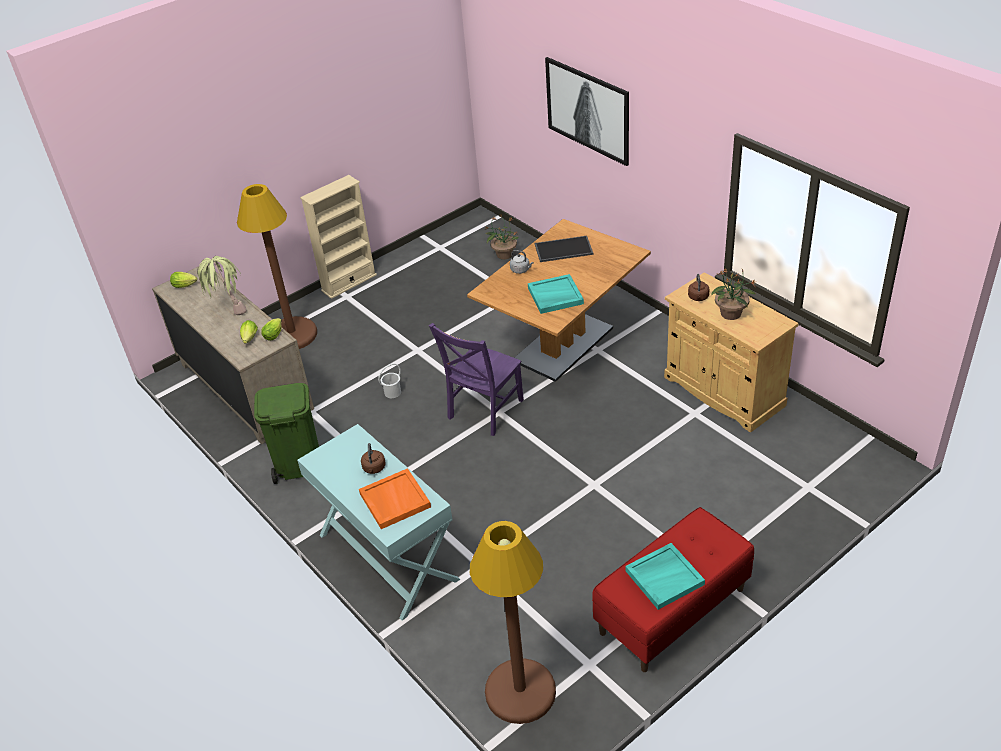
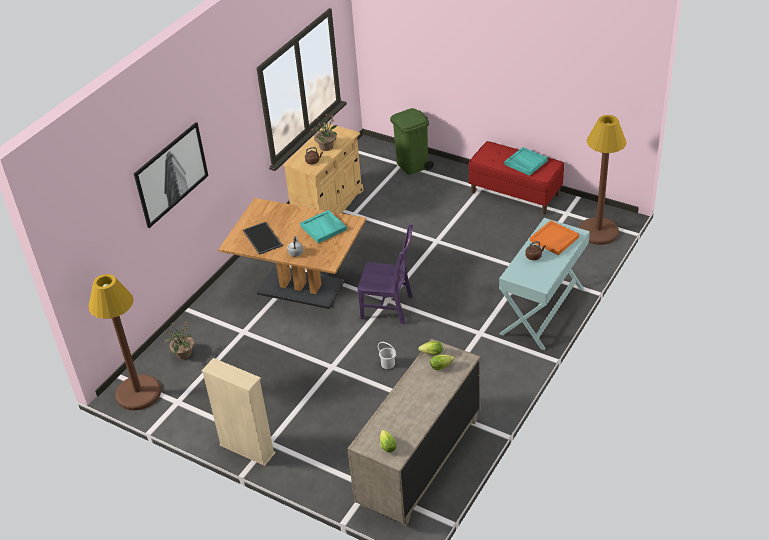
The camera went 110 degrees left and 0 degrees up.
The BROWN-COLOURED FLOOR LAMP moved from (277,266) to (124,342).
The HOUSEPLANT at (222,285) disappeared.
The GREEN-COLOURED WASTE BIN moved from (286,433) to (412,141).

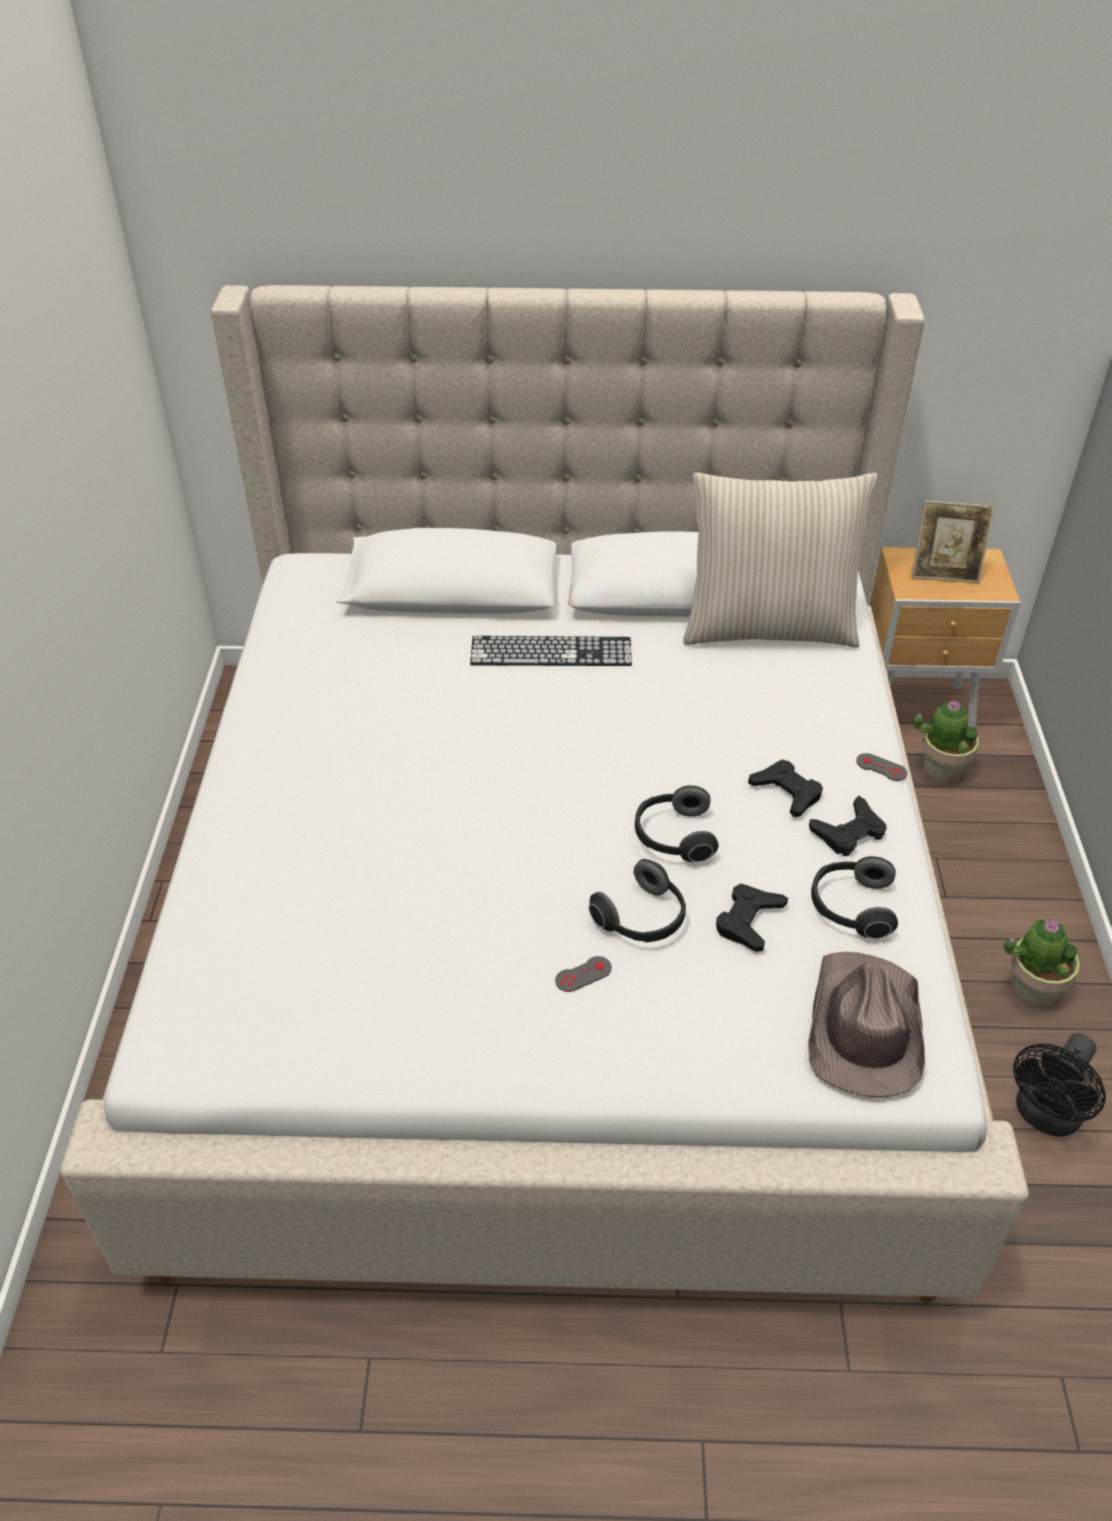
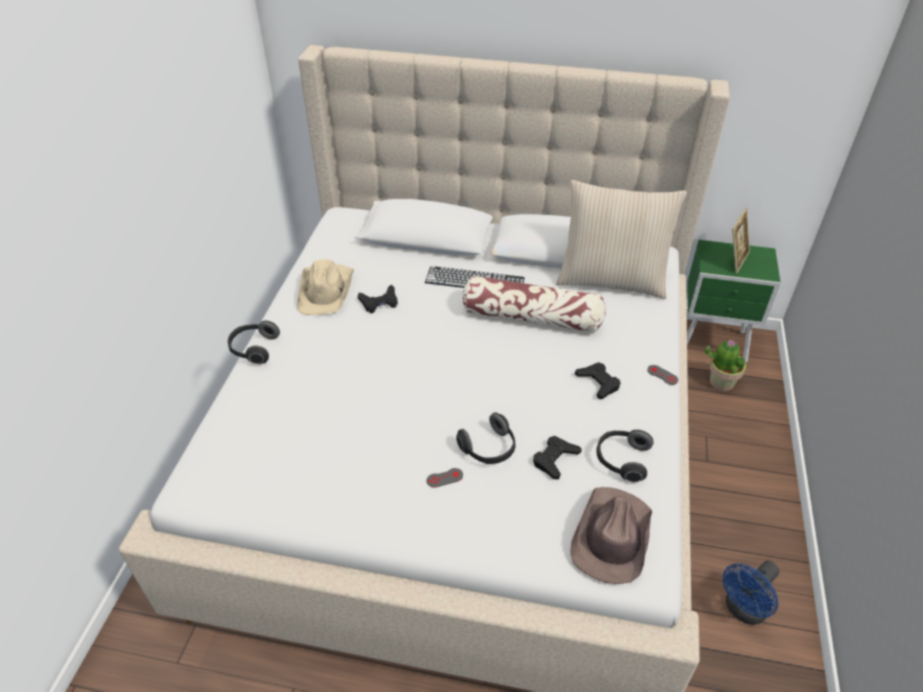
The camera went 10 degrees right and 0 degrees up.
The PHOTO FRAME at (953,541) turned 75 degrees counterclockwise.
The BROWN-COLOURED NIGHTSTAND at (945,637) became the GREEN-COLOURED NIGHTSTAND at (733,301).
The PAIR OF HEADPHONES moved from (677,824) to (254,342).
The BLACK GAME CONTROLLER moved from (848,826) to (378,299).
The HOUSEPLANT at (1042,963) disappeared.
The BLACK FAN at (1059,1085) became the BLUE FAN at (751,592).
The BEIGE HAT at (325,287) appeared.
The THROW PILLOW at (533,304) appeared.

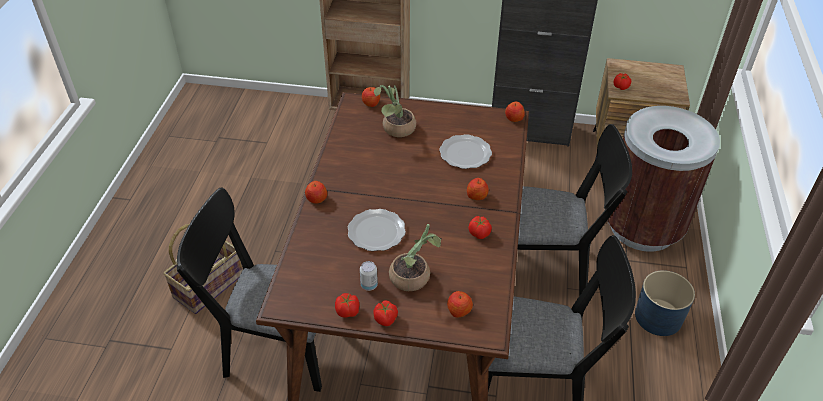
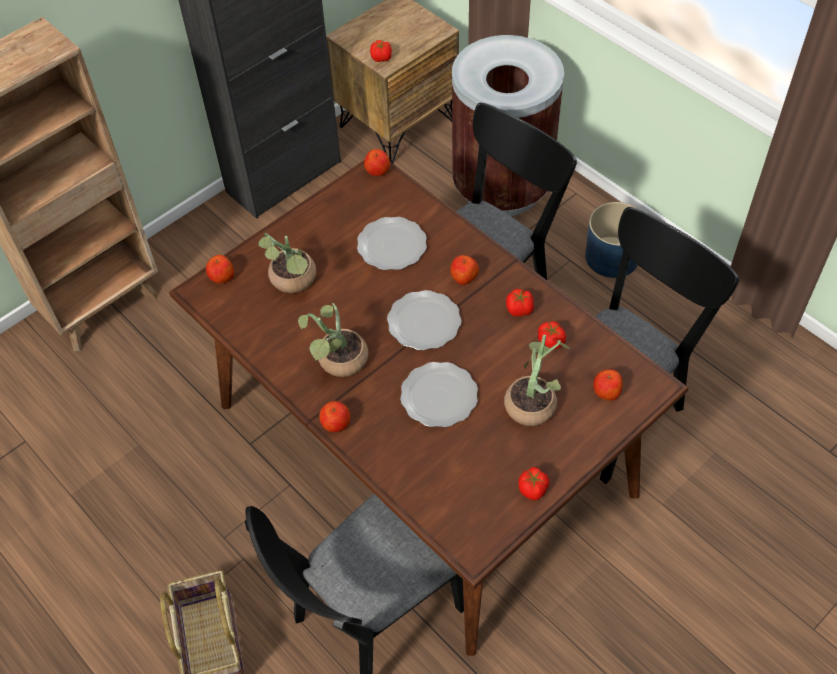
The camera went 50 degrees left and 10 degrees up.
The METAL CAN at (369,276) disappeared.
The FRESH TOMATO moved from (386,313) to (552,335).
The PLATE at (424,320) appeared.
The HOUSEPLANT at (333,340) appeared.

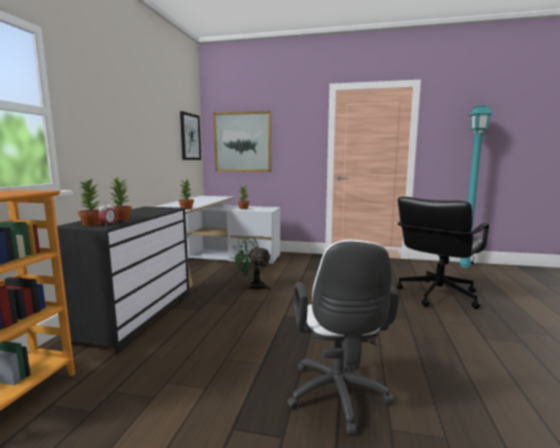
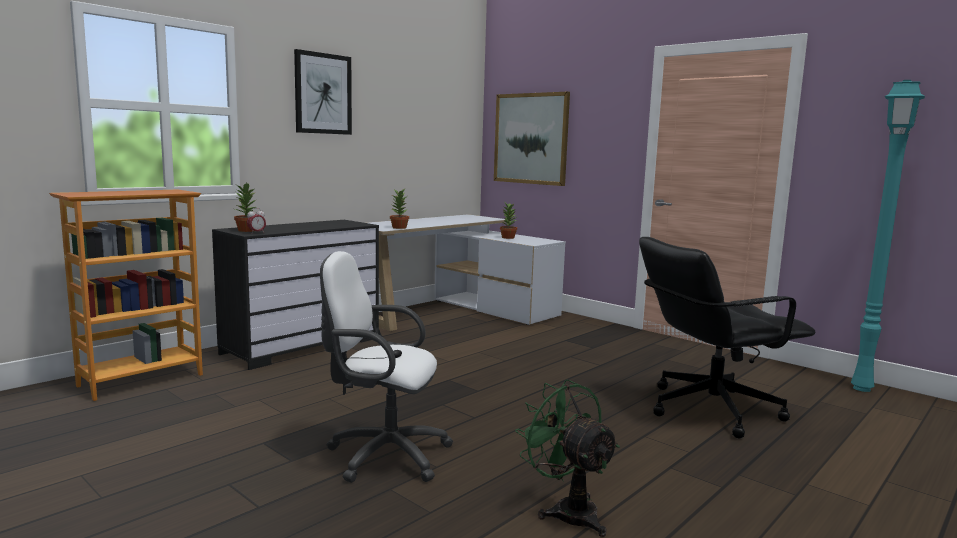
The camera went 30 degrees right and 0 degrees up.
The WALL ART moved from (190,135) to (323,92).
The HOUSEPLANT at (121,198) disappeared.
The GREEN-COLOURED FAN moved from (251,263) to (567,458).
The WHITE OFFICE CHAIR at (343,337) turned 75 degrees clockwise.

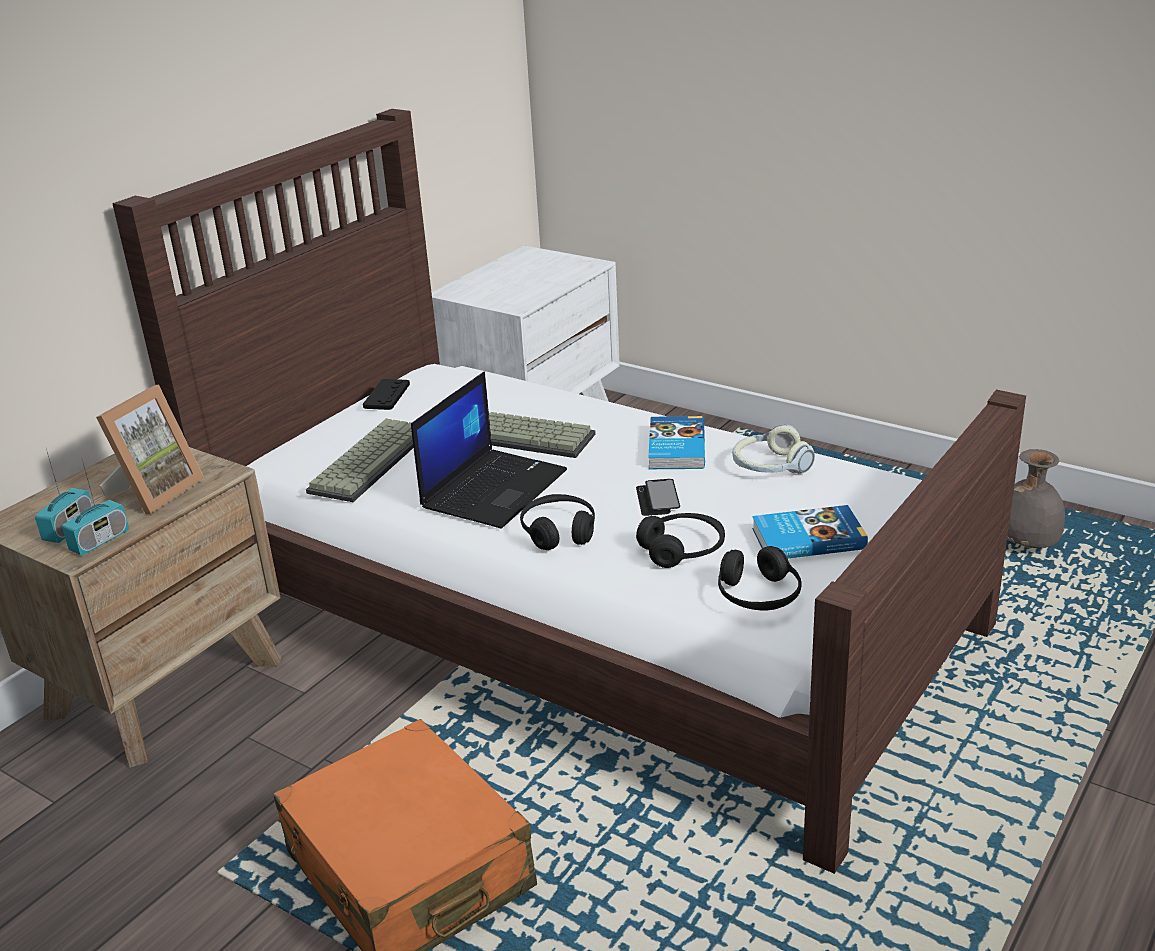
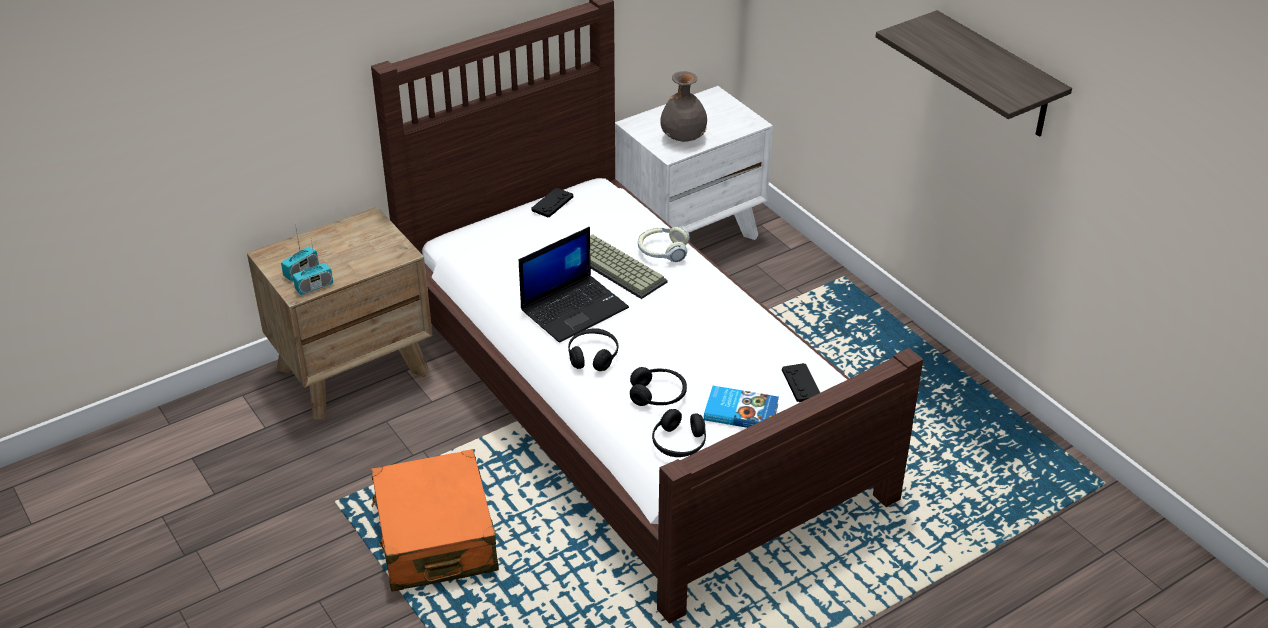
The camera went 20 degrees right and 10 degrees up.
The PHOTO FRAME at (150,449) disappeared.
The BOOK at (676,442) disappeared.
The COMPUTER KEYBOARD at (359,460) disappeared.
The PAIR OF HEADPHONES moved from (773,449) to (664,244).
The GREY DECORATIVE VASE moved from (1036,498) to (684,106).
The TELEPHONE at (658,497) disappeared.
The BRACKET SHELF at (974,73) appeared.
The BLACK GAME CONTROLLER at (801,382) appeared.

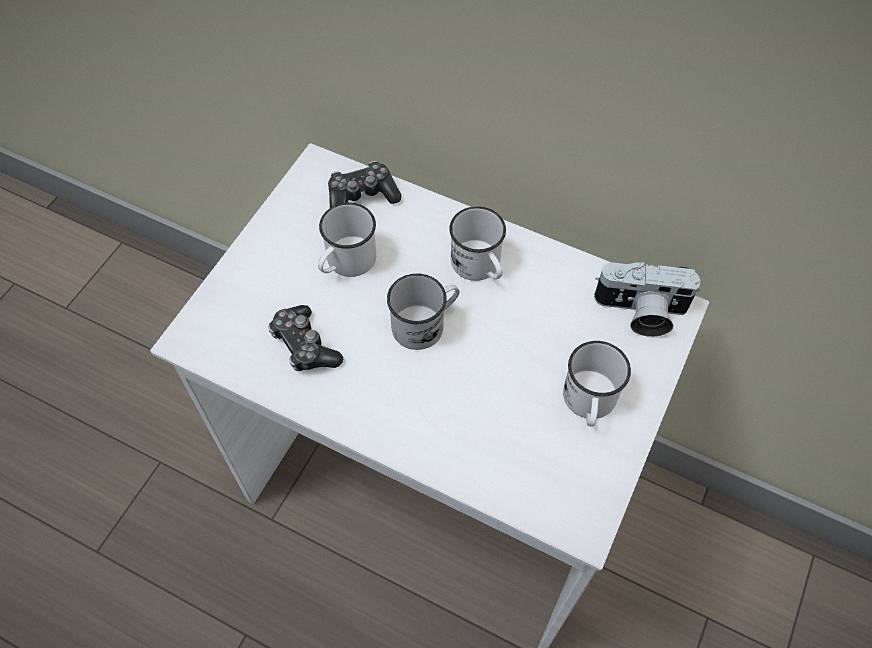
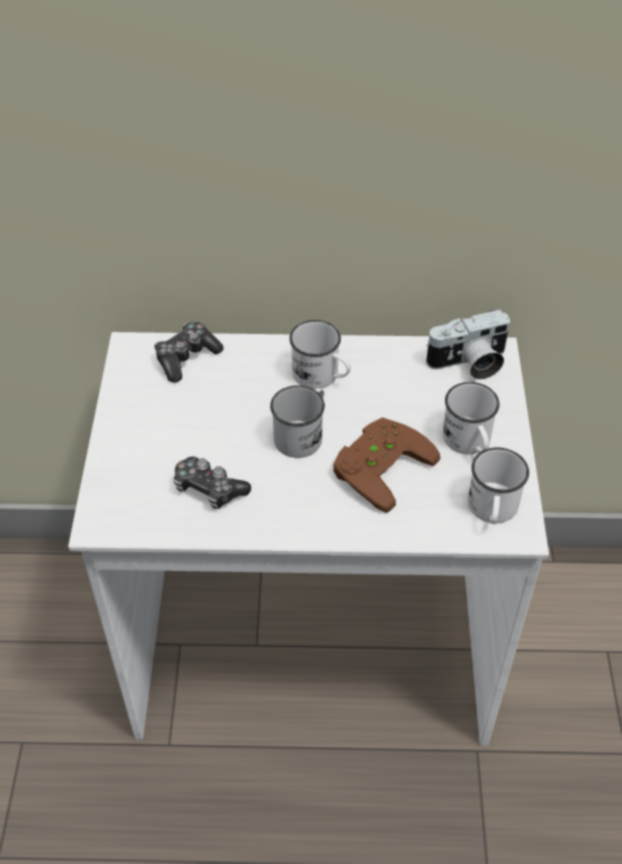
The camera went 25 degrees left and 10 degrees down.
The WHITE COFFEE MUG moved from (347,240) to (498,485).
The BROWN-COLOURED GAME CONTROLLER at (386,465) appeared.

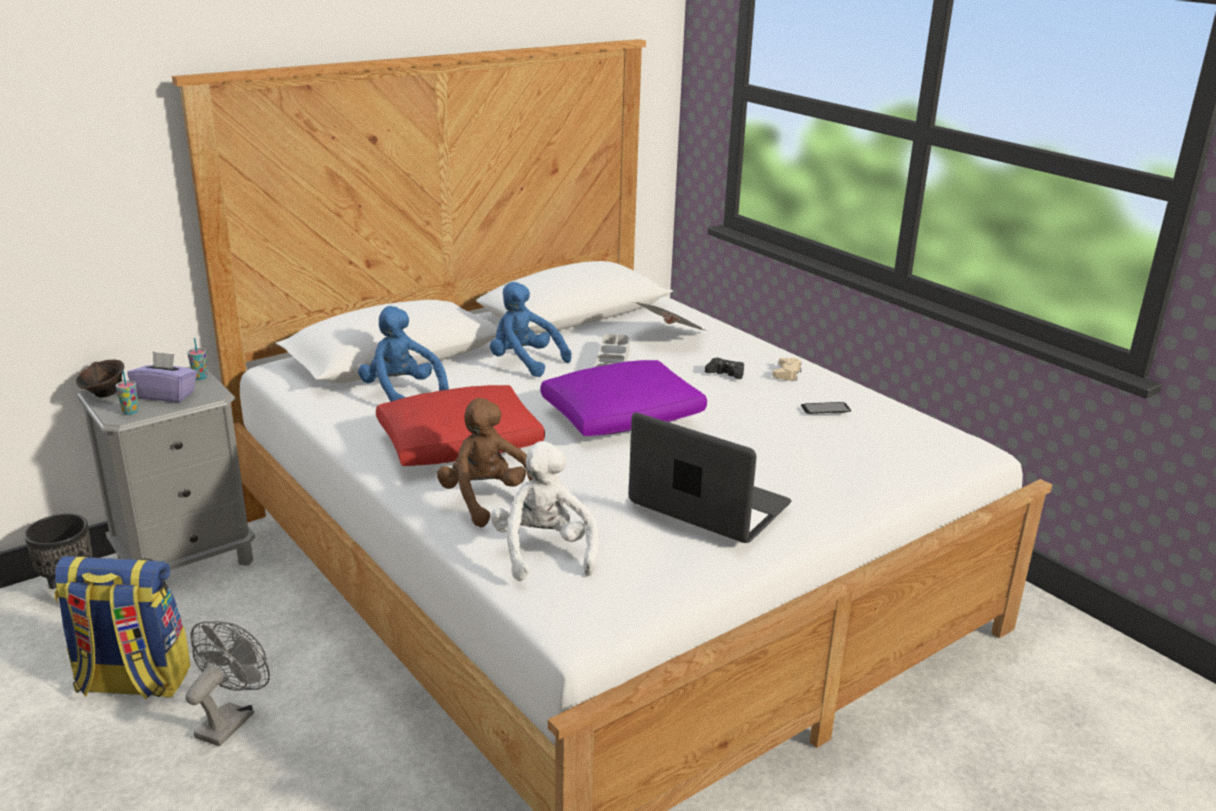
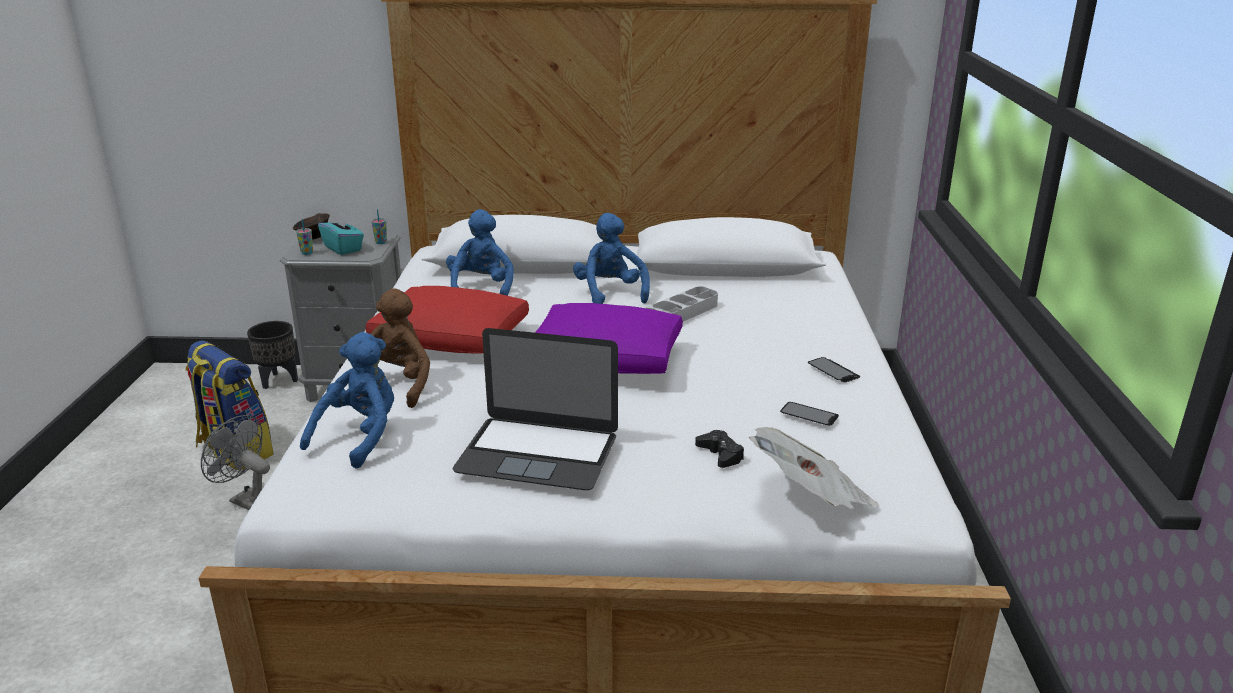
The camera went 40 degrees right and 0 degrees up.
The PRINTED PAPER moved from (669,316) to (813,468).
The PURPLISH TISSUE BOX at (162,376) became the TURQUOISE-COLOURED TISSUE BOX at (341,233).
The BLACK GAME CONTROLLER moved from (724,368) to (719,449).
The BEIGE GAME CONTROLLER at (787,369) was replaced by the TELEPHONE at (834,369).
The PORTABLE COMPUTER at (710,478) turned 120 degrees clockwise.
The WHITE CUDDLY TOY at (545,511) became the BLUE CUDDLY TOY at (347,400).
The GREY FAN at (227,683) turned 120 degrees counterclockwise.

